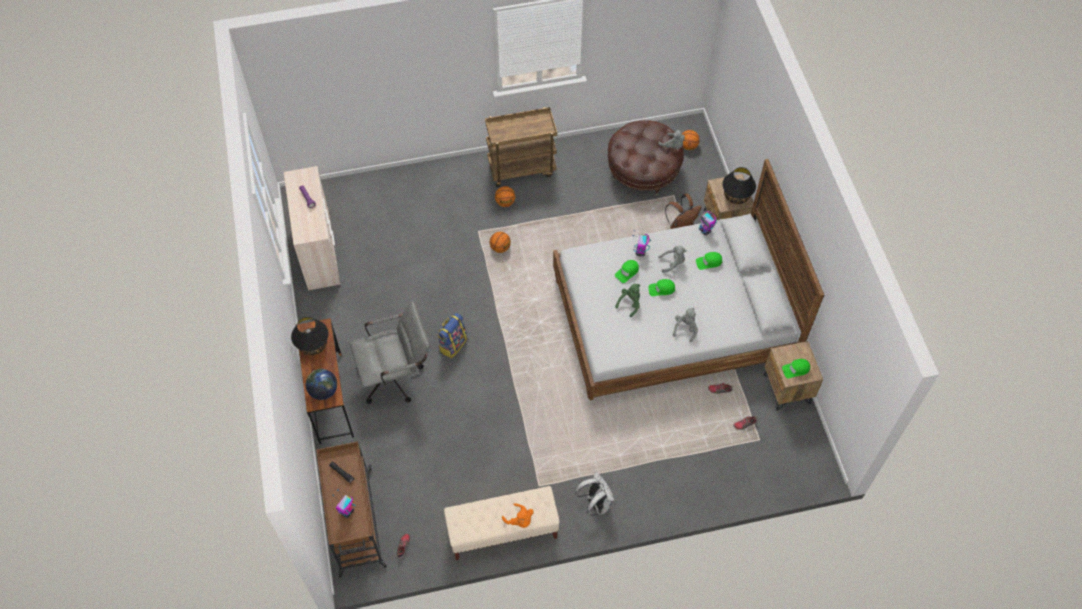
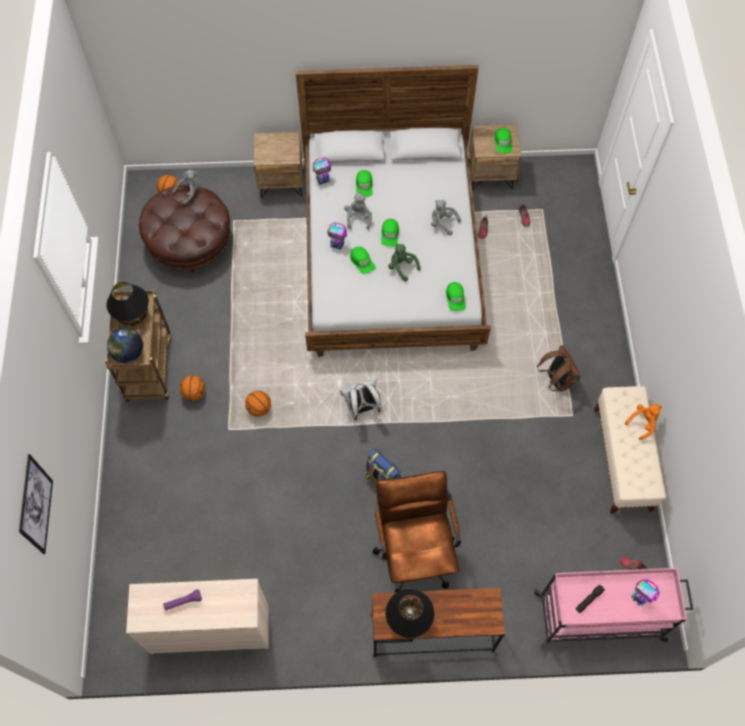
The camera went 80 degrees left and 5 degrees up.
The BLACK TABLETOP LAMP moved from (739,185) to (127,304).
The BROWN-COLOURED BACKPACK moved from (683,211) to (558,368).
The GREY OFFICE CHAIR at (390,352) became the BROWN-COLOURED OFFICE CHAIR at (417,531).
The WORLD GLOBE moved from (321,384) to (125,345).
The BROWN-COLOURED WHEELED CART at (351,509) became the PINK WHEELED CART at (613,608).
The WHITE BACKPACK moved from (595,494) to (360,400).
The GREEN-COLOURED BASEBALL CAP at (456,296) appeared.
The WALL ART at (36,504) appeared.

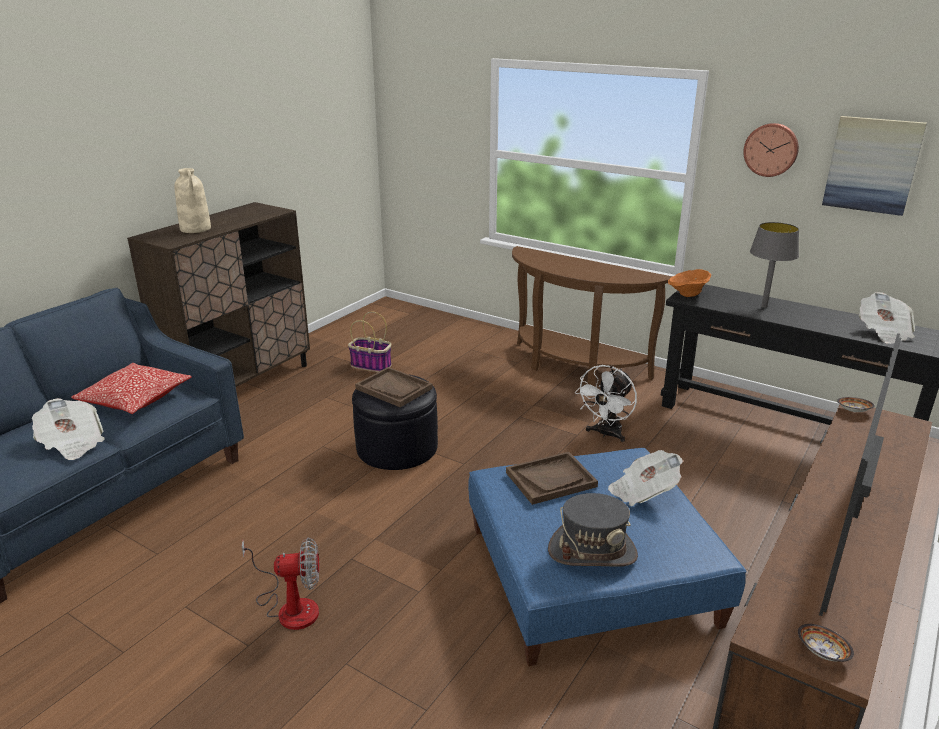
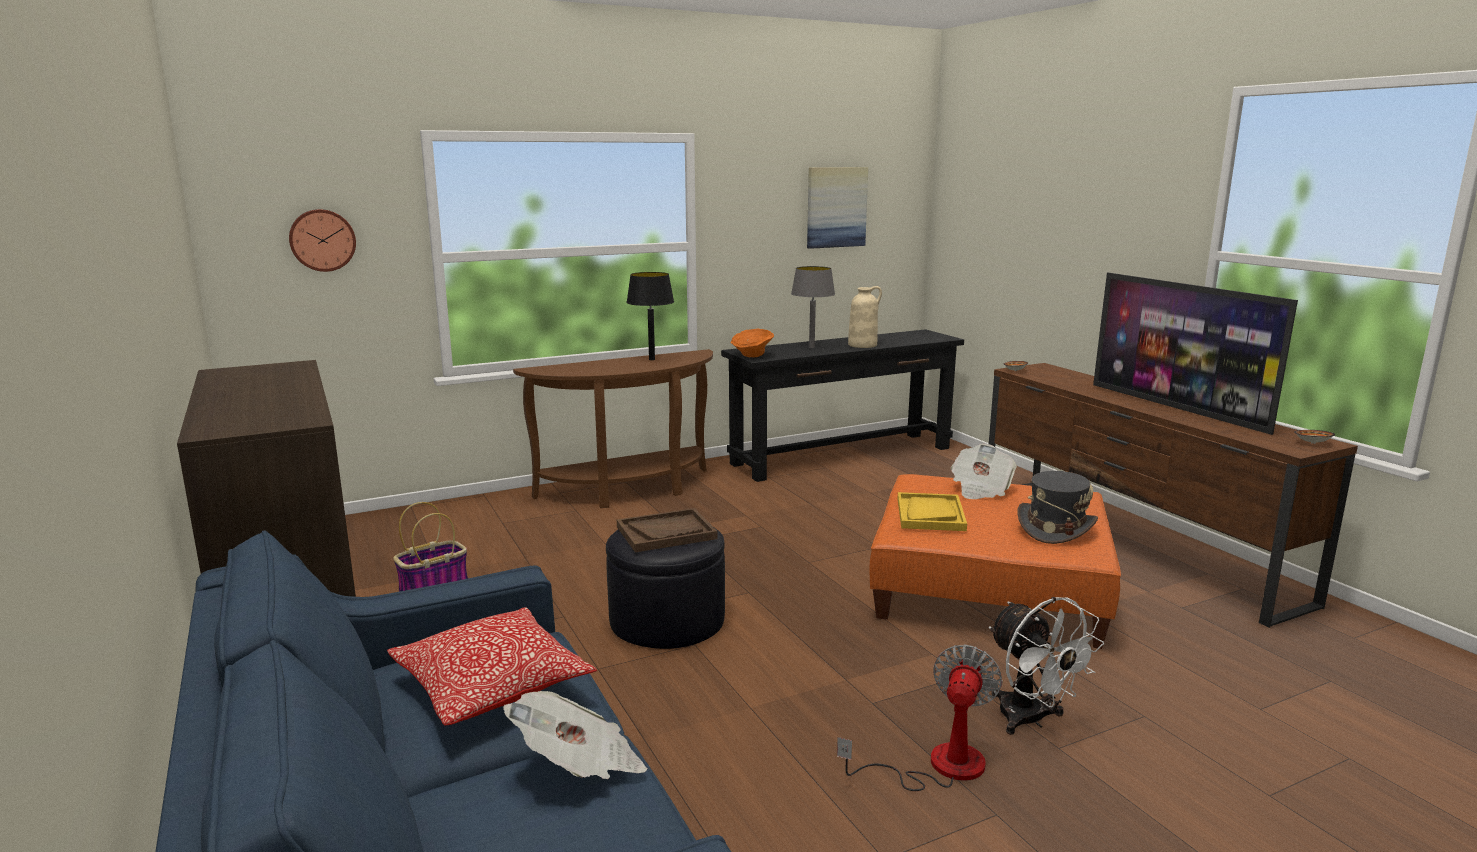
The camera went 60 degrees left and 10 degrees down.
The WALL CLOCK moved from (771,150) to (322,240).
The BEIGE DECORATIVE VASE moved from (192,200) to (865,317).
The PRINTED PAPER at (887,318) disappeared.
The WHITE FAN moved from (606,403) to (1046,666).
The BLUE OTTOMAN at (607,557) became the ORANGEY OTTOMAN at (995,561).
The BROWN-COLOURED TRAY at (552,478) became the YELLOW TRAY at (932,511).
The BLACK TABLETOP LAMP at (650,316) appeared.

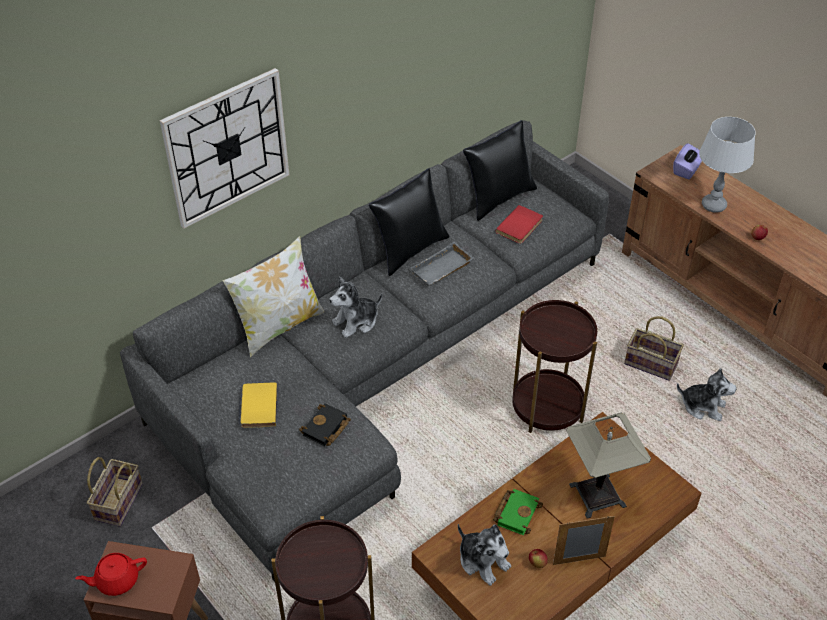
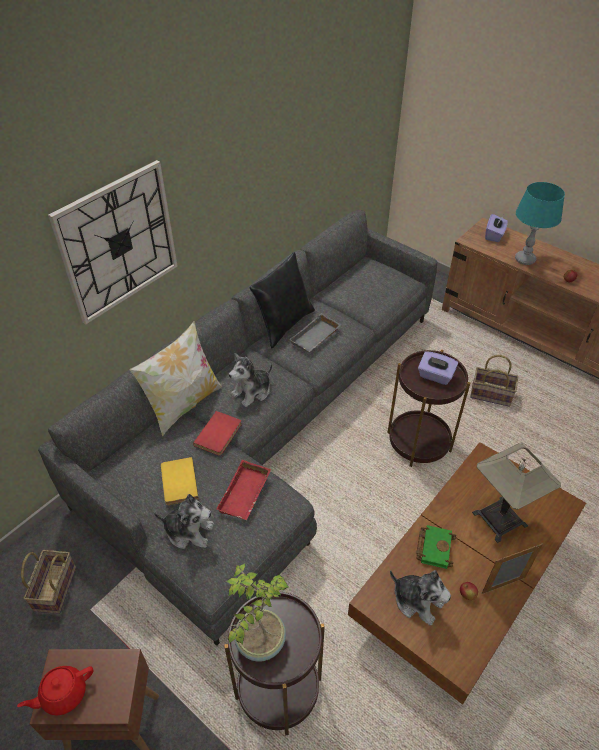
The camera went 10 degrees left and 0 degrees up.
The GREY TABLETOP LAMP at (727,165) became the TURQUOISE-COLOURED TABLETOP LAMP at (540,223).
The BLACK THROW PILLOW at (500,170) disappeared.
The REDDISH BOOK moved from (519,224) to (217,433).
The CUDDLY TOY moved from (706,394) to (184,521).
The BLACK BOOK at (325,424) was replaced by the REDDISH TRAY at (243,490).
The PURPLISH TISSUE BOX at (438,368) appeared.
The HOUSEPLANT at (257,612) appeared.

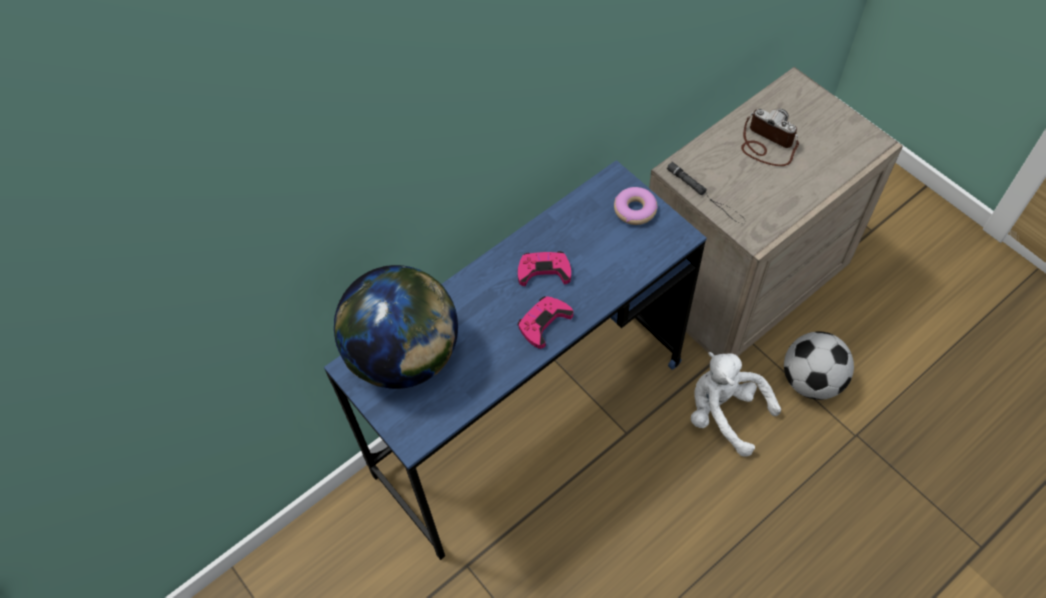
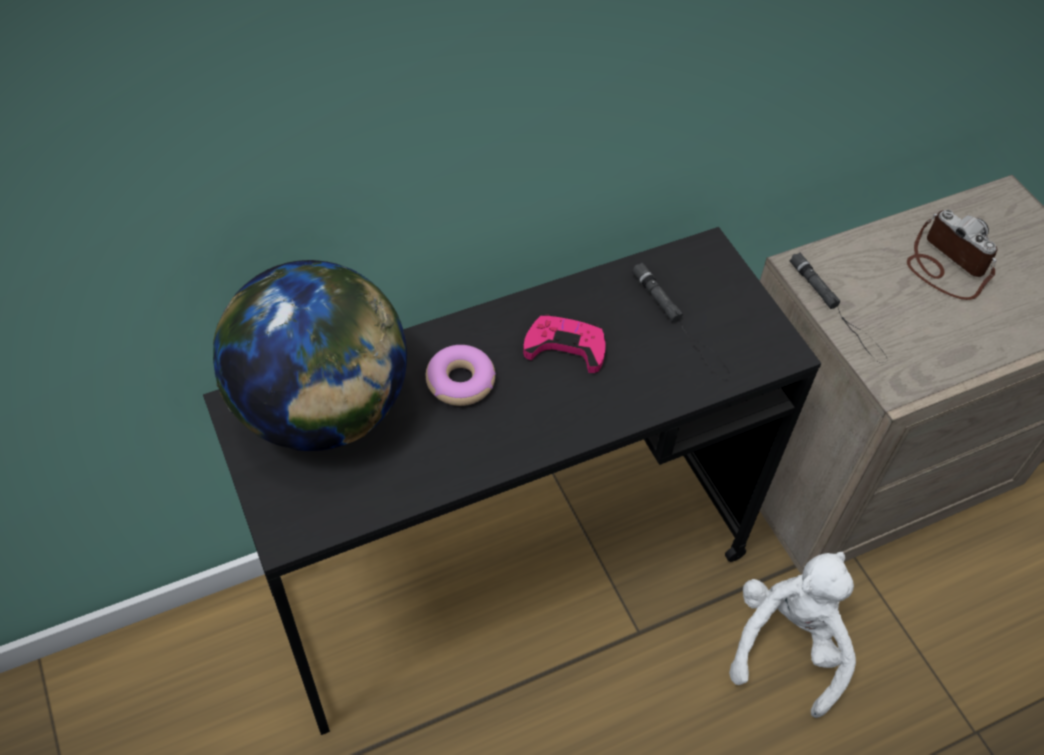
The camera went 10 degrees right and 5 degrees down.
The BLUE DESK TABLE at (515,360) became the BLACK DESK TABLE at (512,481).
The DONUT moved from (636,206) to (461,375).
The PINK GAME CONTROLLER at (545,322) disappeared.
The FOOTBALL at (819,365) disappeared.
The WHITE CUDDLY TOY at (736,404) turned 60 degrees clockwise.
The BLACK HAND TORCH at (681,321) appeared.

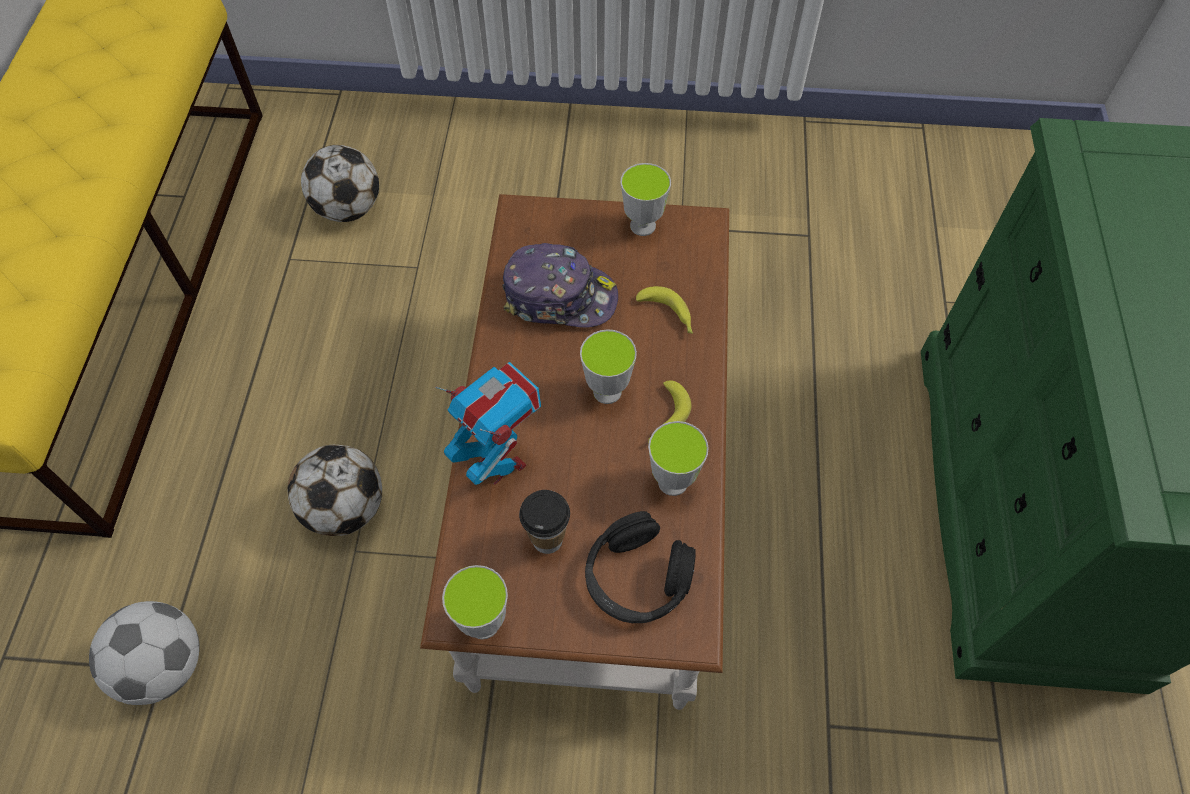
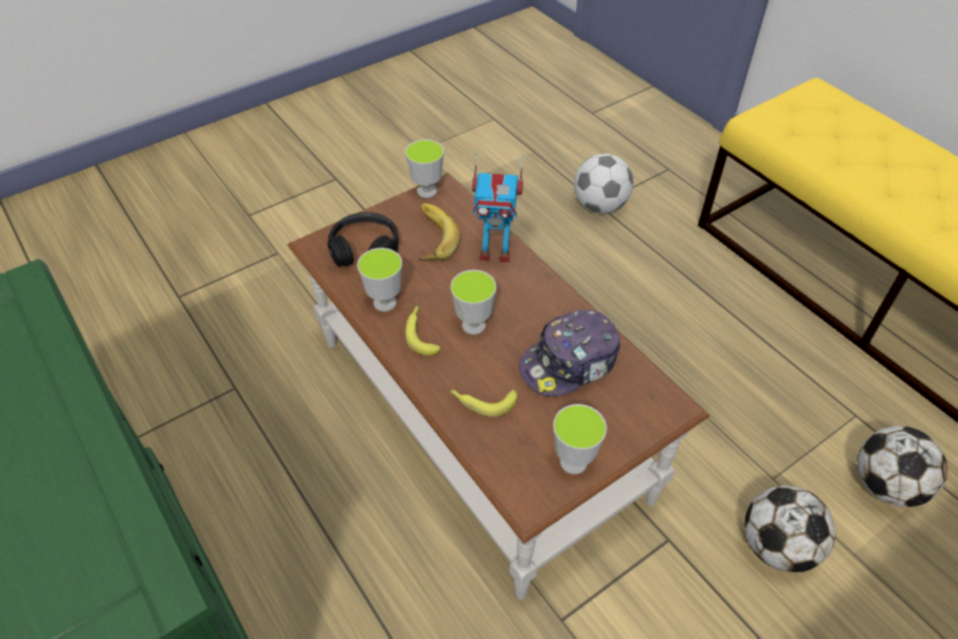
The camera went 140 degrees right and 10 degrees down.
The FOOTBALL moved from (334,490) to (790,528).
The CUP at (544,522) was replaced by the BANANA at (439,232).

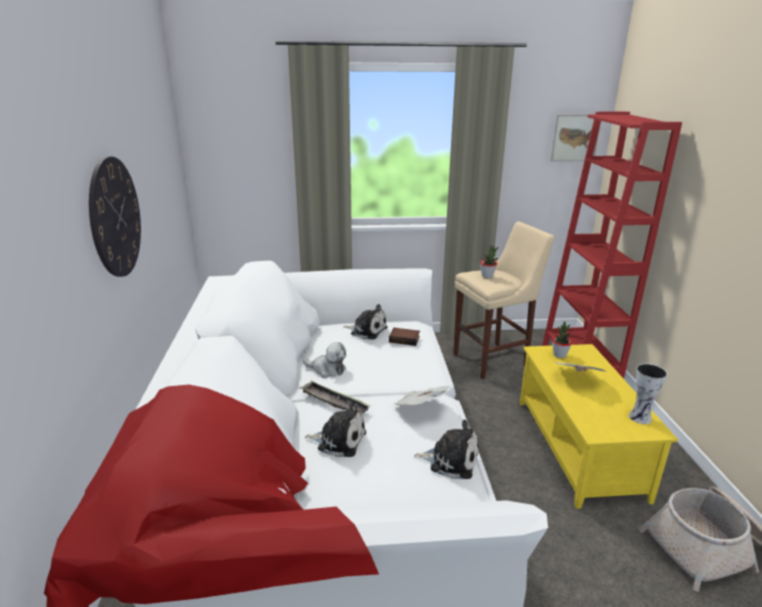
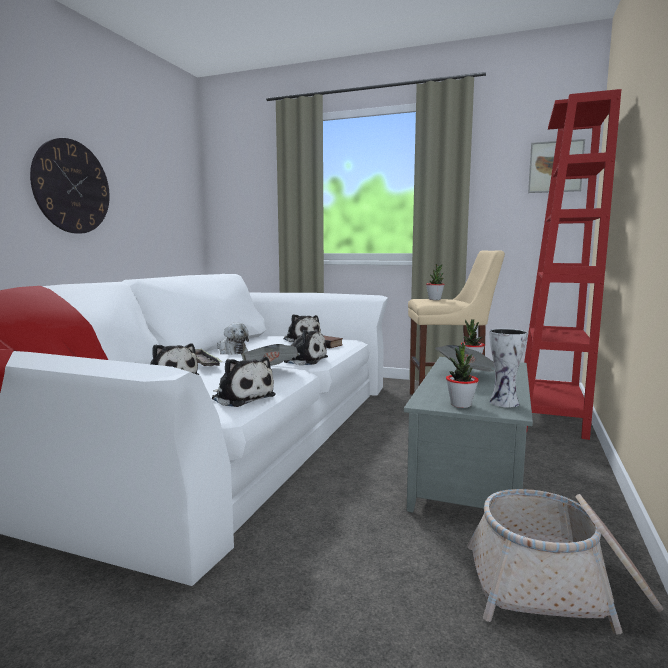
The camera went 25 degrees right and 15 degrees down.
The YELLOW LOW TABLE at (599,426) became the GREY LOW TABLE at (468,435).
The CUDDLY TOY at (306,347) appeared.
The HOUSEPLANT at (462,375) appeared.

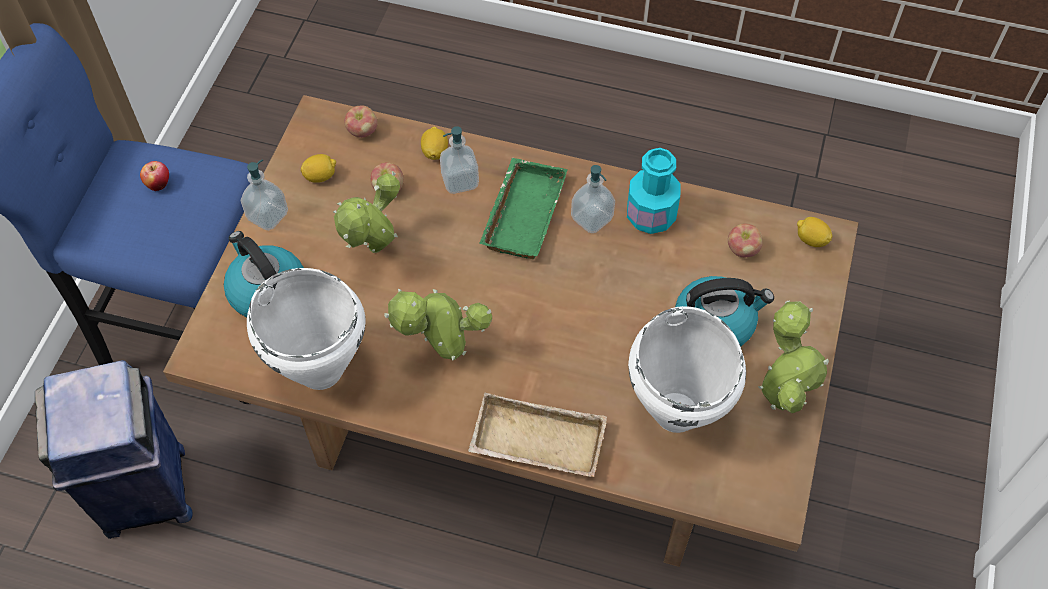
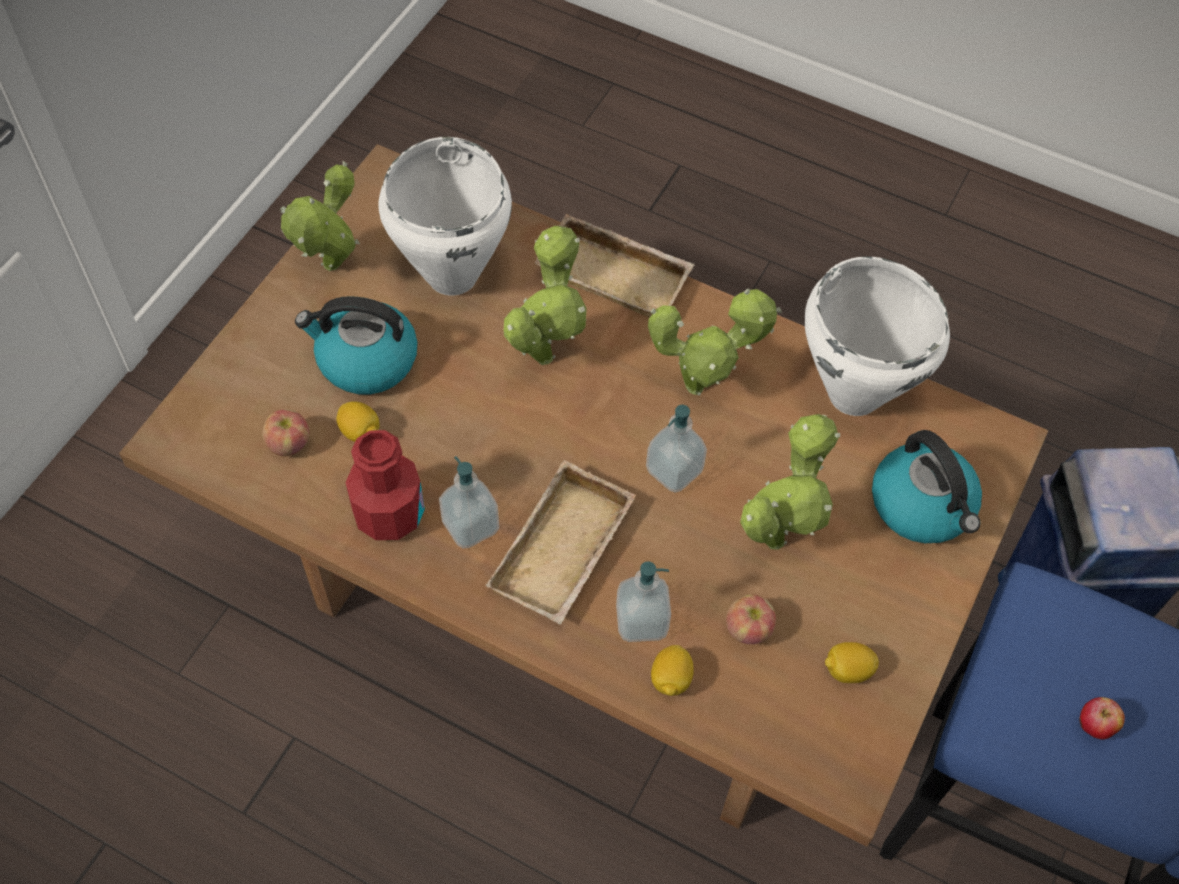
The camera went 170 degrees left and 0 degrees up.
The APPLE FRUIT at (361,122) disappeared.
The TURQUOISE-COLOURED BEVERAGE BOTTLE at (653,191) became the REDDISH BEVERAGE BOTTLE at (385,485).
The GREEN-COLOURED TRAY at (523,208) became the BEIGE TRAY at (560,542).
The LIQUID SOAP BOTTLE moved from (264,195) to (676,449).
The LEMON moved from (814,232) to (358,421).
The HOUSEPLANT at (545,295) appeared.

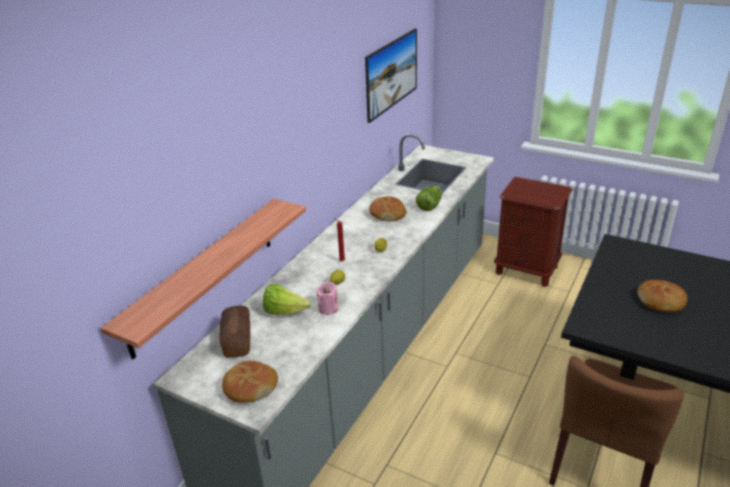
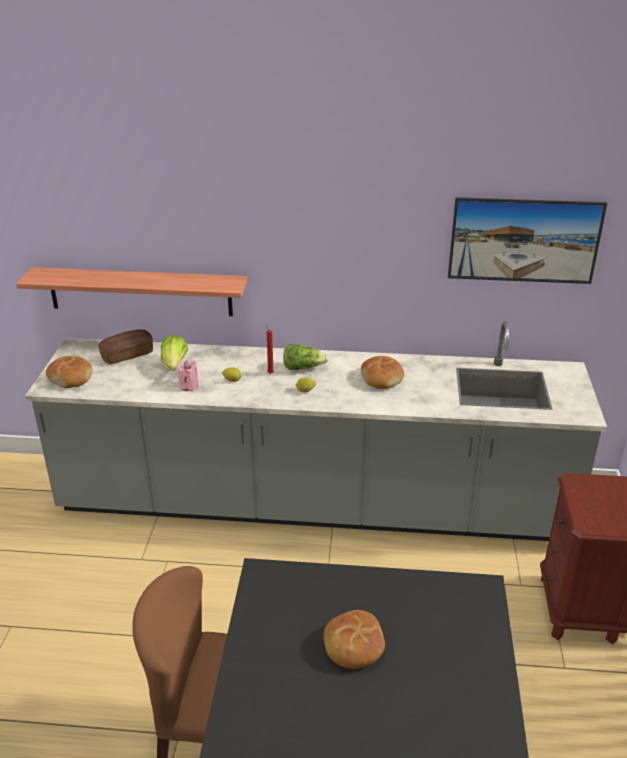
The camera went 65 degrees right and 0 degrees up.
The LETTUCE moved from (429,198) to (305,357).

